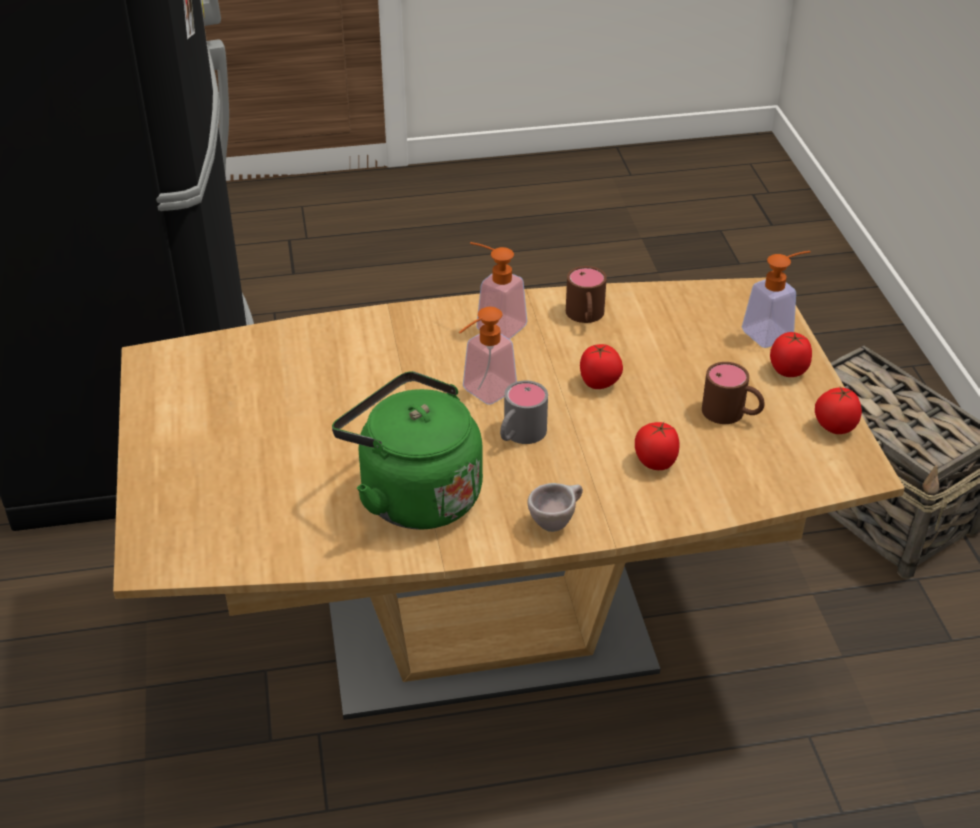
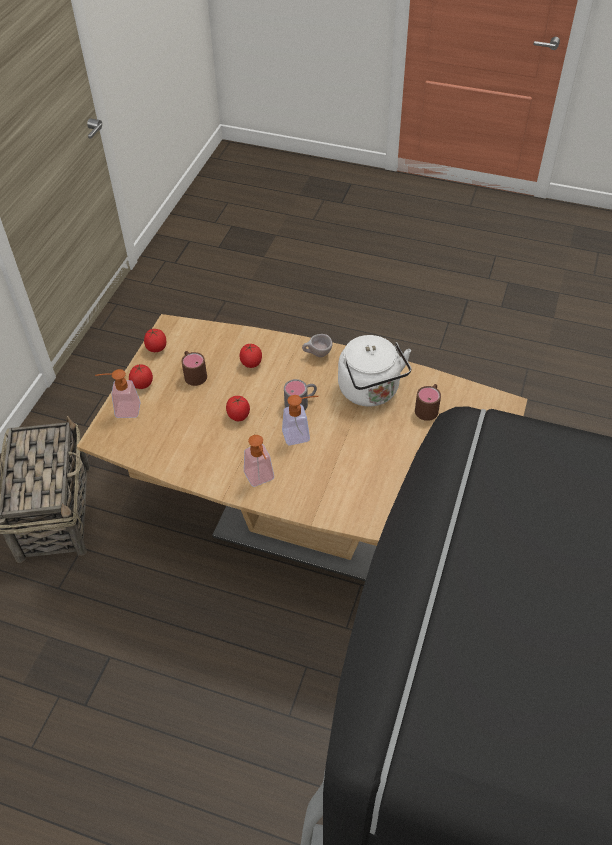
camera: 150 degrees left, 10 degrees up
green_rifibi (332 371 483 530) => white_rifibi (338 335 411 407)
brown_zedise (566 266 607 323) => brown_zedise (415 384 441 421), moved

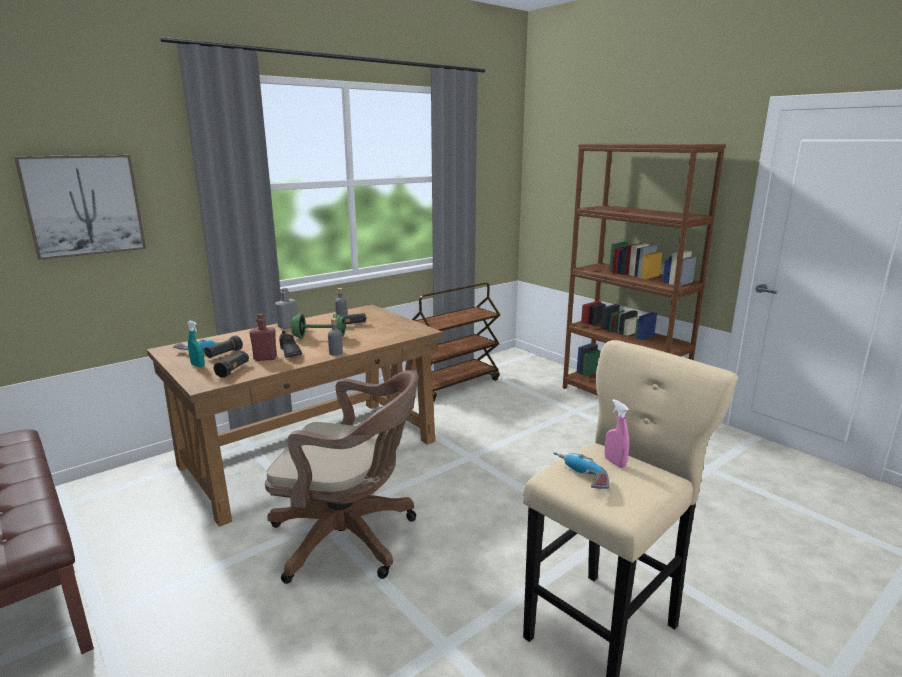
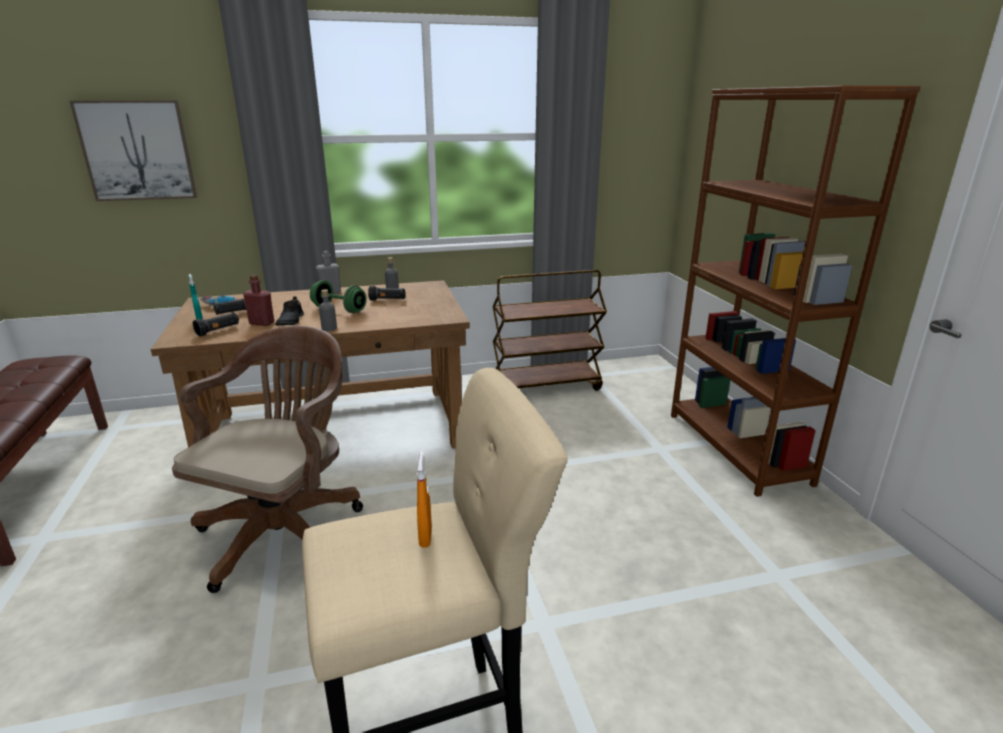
camera: 25 degrees right, 5 degrees up
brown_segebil (265 370 419 584) => brown_segebil (172 326 363 593), 105 degrees counterclockwise
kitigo (553 452 610 489) => nothing
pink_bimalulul (605 399 629 468) => orange_bimalulul (417 451 432 548)

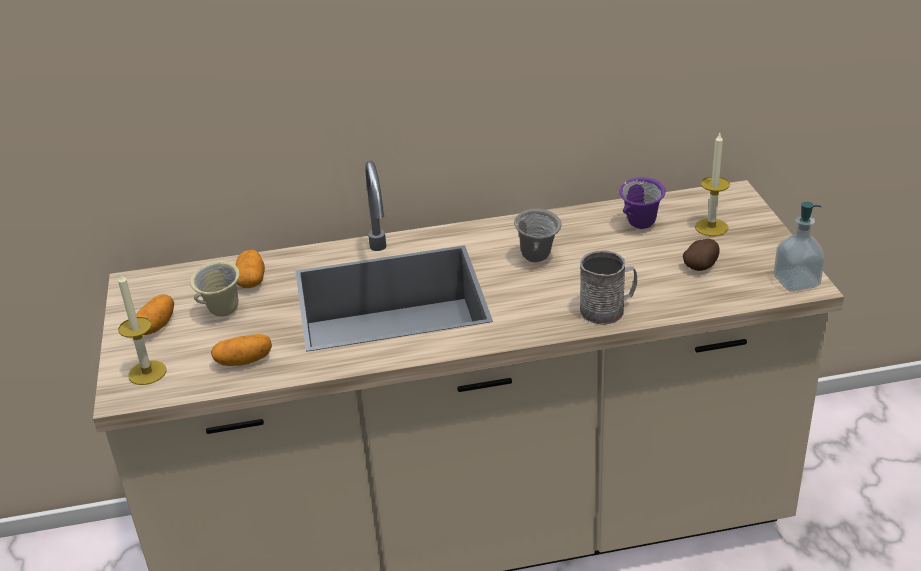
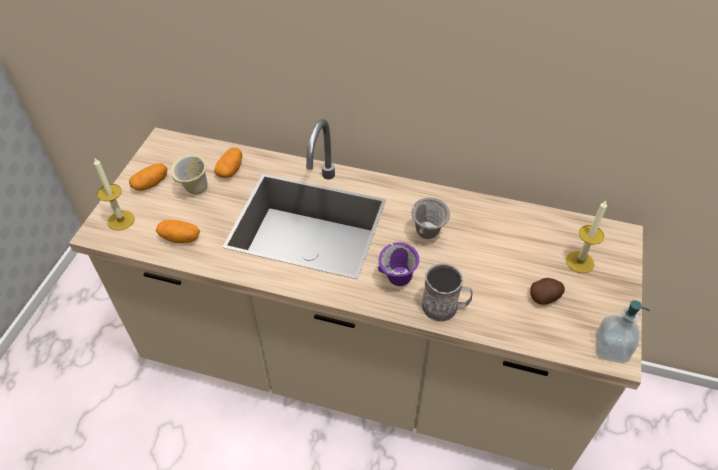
camera: 25 degrees right, 15 degrees up
purple_zedise (619 177 666 229) => purple_zedise (378 242 419 286), moved

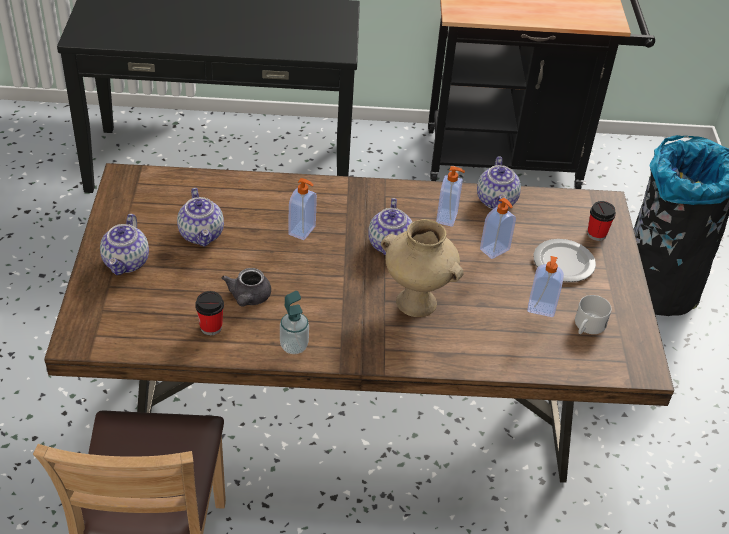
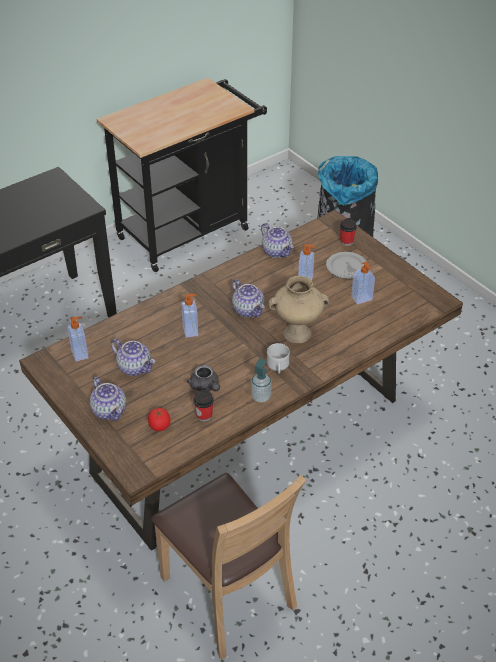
camera: 35 degrees left, 0 degrees up
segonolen (436 166 465 227) => segonolen (67 316 89 362), moved
white_zedise (575 295 611 334) => white_zedise (267 343 290 374), moved
nothing => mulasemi (148 408 171 431)

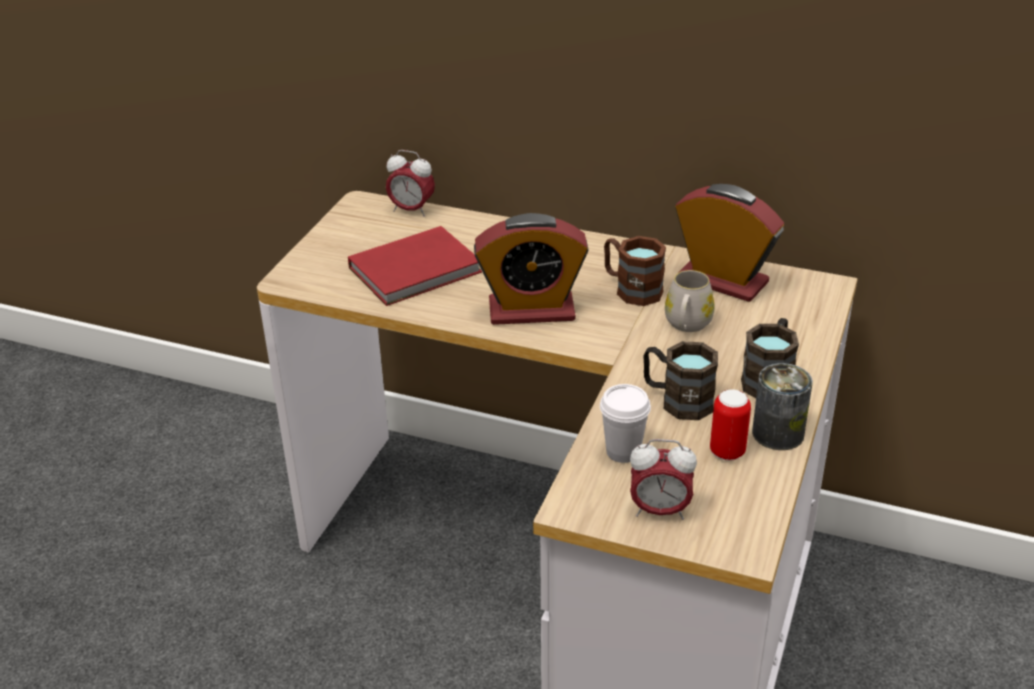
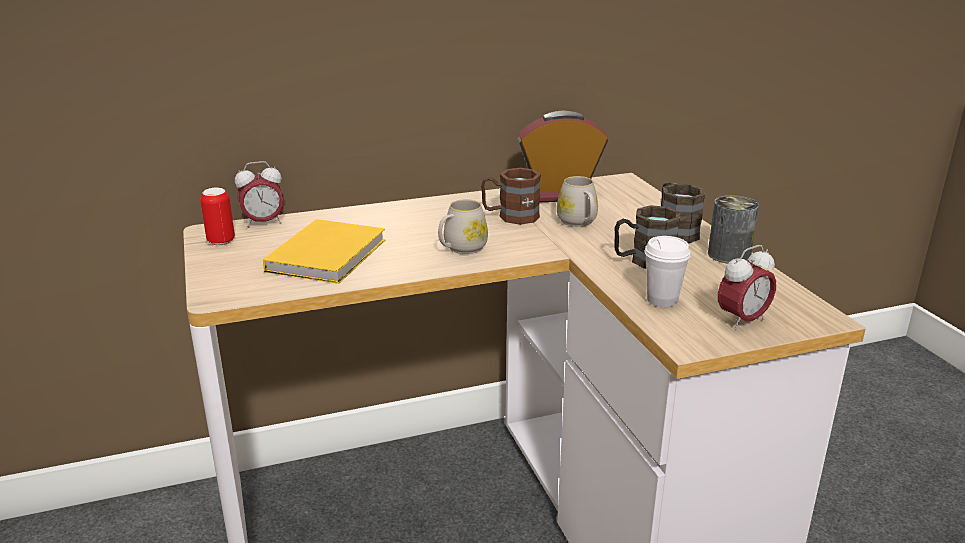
camera: 40 degrees left, 10 degrees down
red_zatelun (348 226 482 306) => yellow_zatelun (263 219 385 284)
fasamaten (474 213 589 325) => white_zedise (438 199 488 254)
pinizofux (710 389 751 461) => pinizofux (200 188 235 245), moved

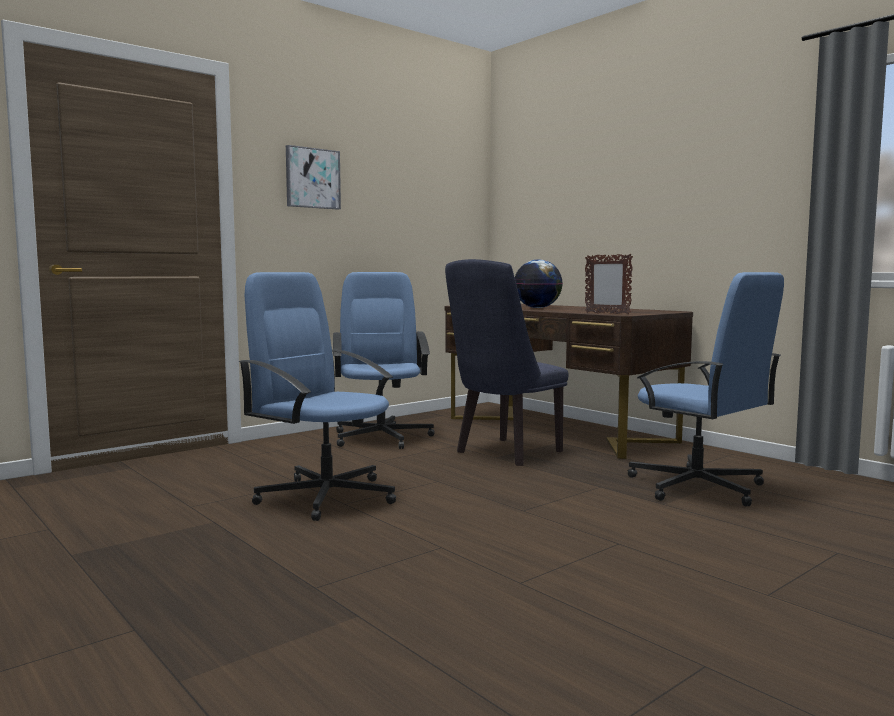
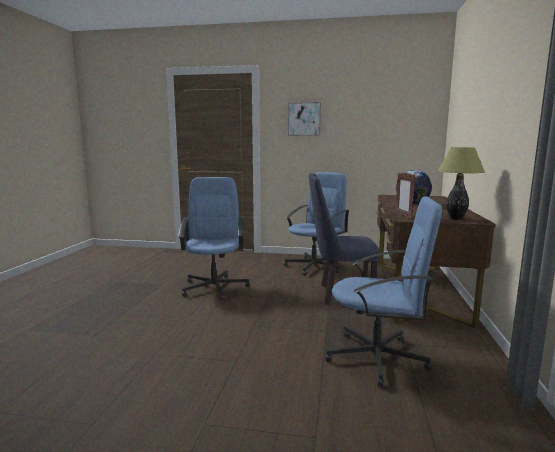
camera: 50 degrees right, 5 degrees up
blue_segebil (628 272 784 506) => blue_segebil (326 196 442 387), 90 degrees counterclockwise
nothing => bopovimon (438 147 485 220)

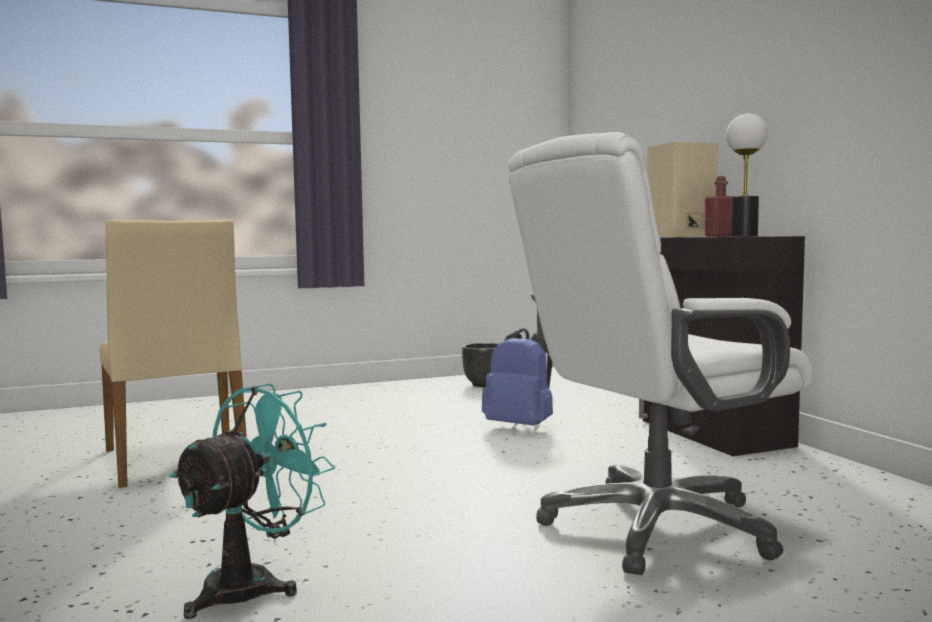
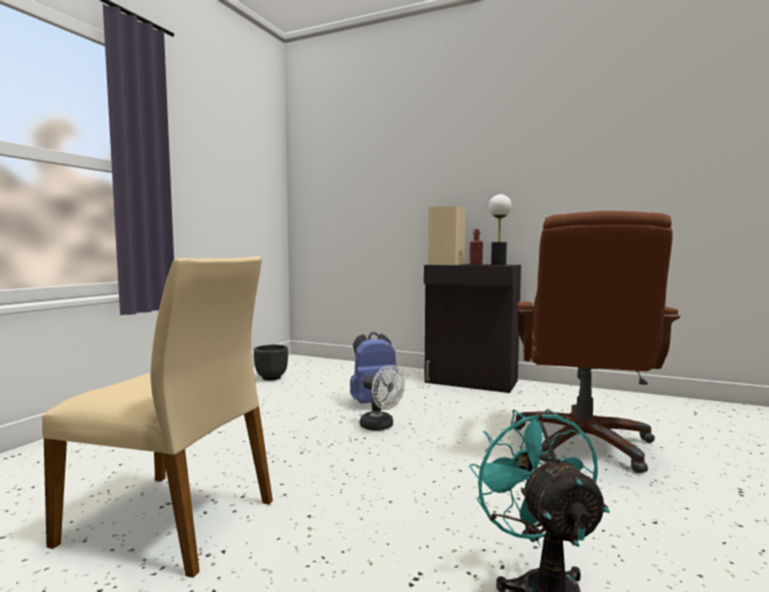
camera: 45 degrees left, 0 degrees up
white_segebil (508 132 813 575) => brown_segebil (513 211 681 473)
nothing => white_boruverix (360 365 405 431)

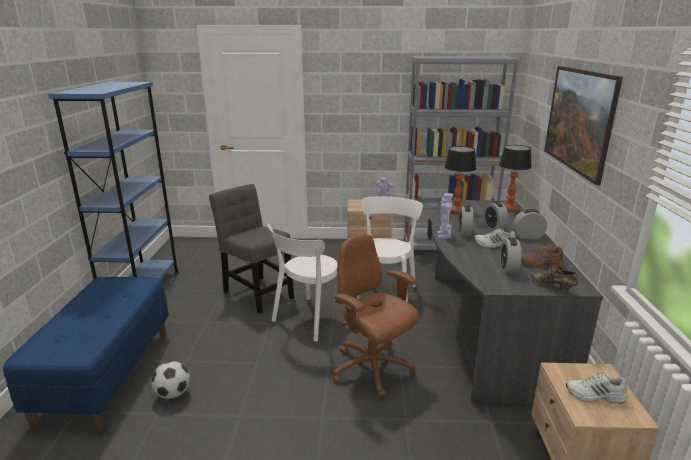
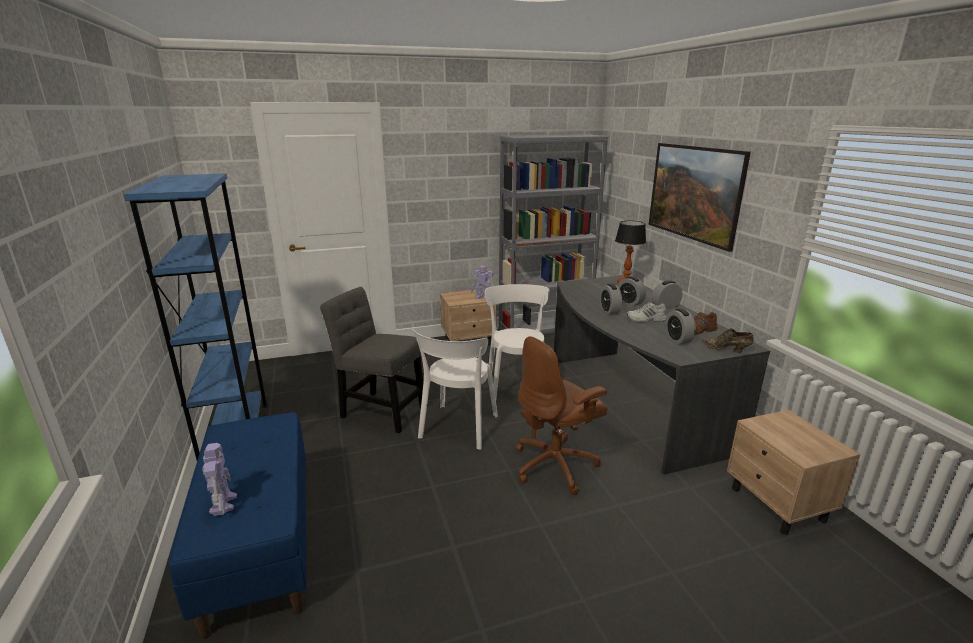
camera: 20 degrees left, 0 degrees up
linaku (151 361 190 399) => nothing
brown_segebil (333 234 420 399) => brown_segebil (515 336 607 495), 60 degrees counterclockwise
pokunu (437 193 453 239) => pokunu (202 443 237 516), moved
bopovimon (444 146 477 214) => nothing
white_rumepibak (566 372 628 404) => nothing

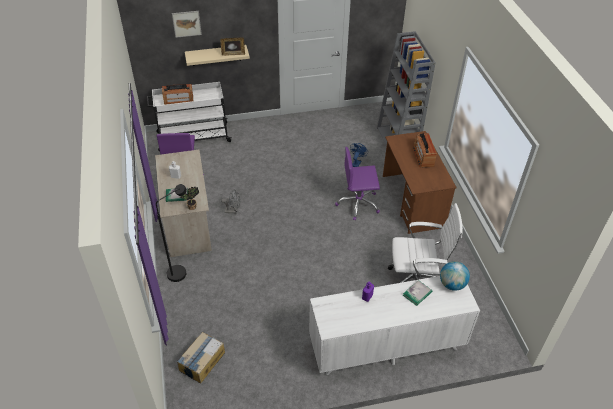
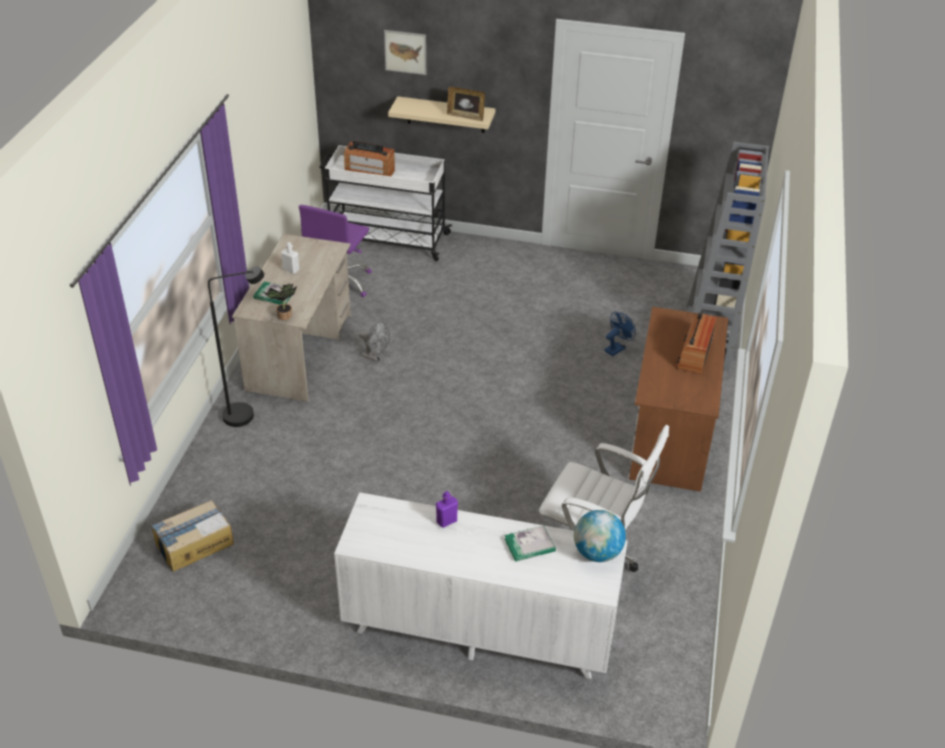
camera: 25 degrees right, 5 degrees down
purple_segebil (335 147 380 220) => nothing

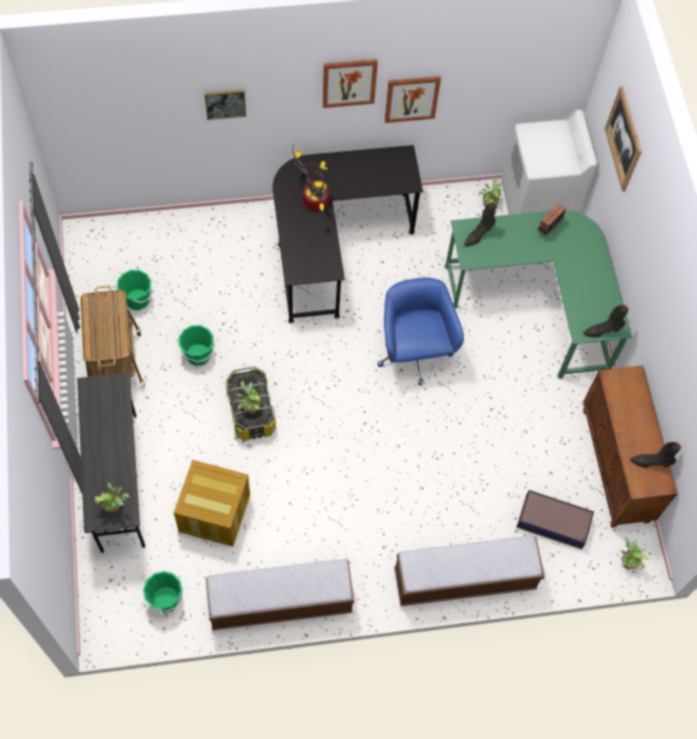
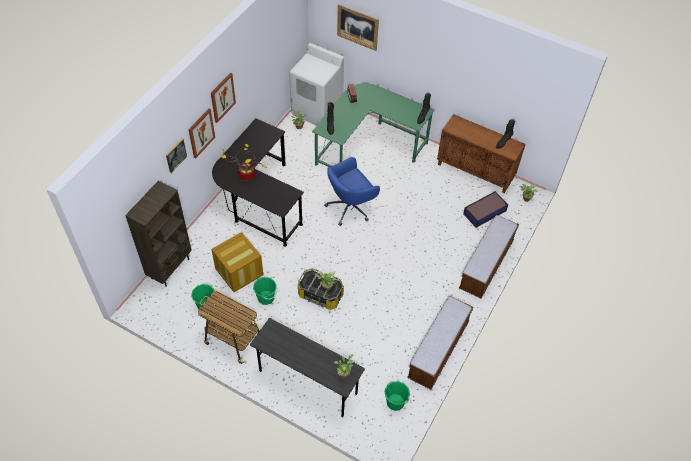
camera: 50 degrees left, 10 degrees down
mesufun (174 460 250 547) => mesufun (211 232 263 292), moved
blue_segebil (377 278 464 386) => blue_segebil (324 157 380 226), 60 degrees counterclockwise
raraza (385 76 441 123) => raraza (188 108 215 158), moved
nothing => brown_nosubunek (125 181 192 287)

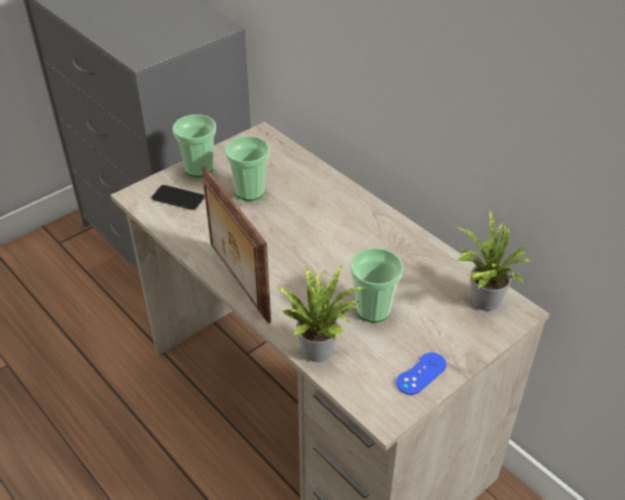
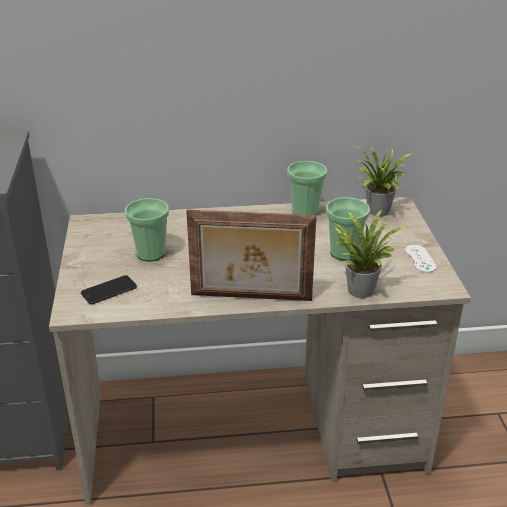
camera: 55 degrees left, 10 degrees down
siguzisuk (173 114 216 177) => siguzisuk (287 161 327 215), moved
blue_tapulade (396 352 447 395) => white_tapulade (405 245 437 273)

